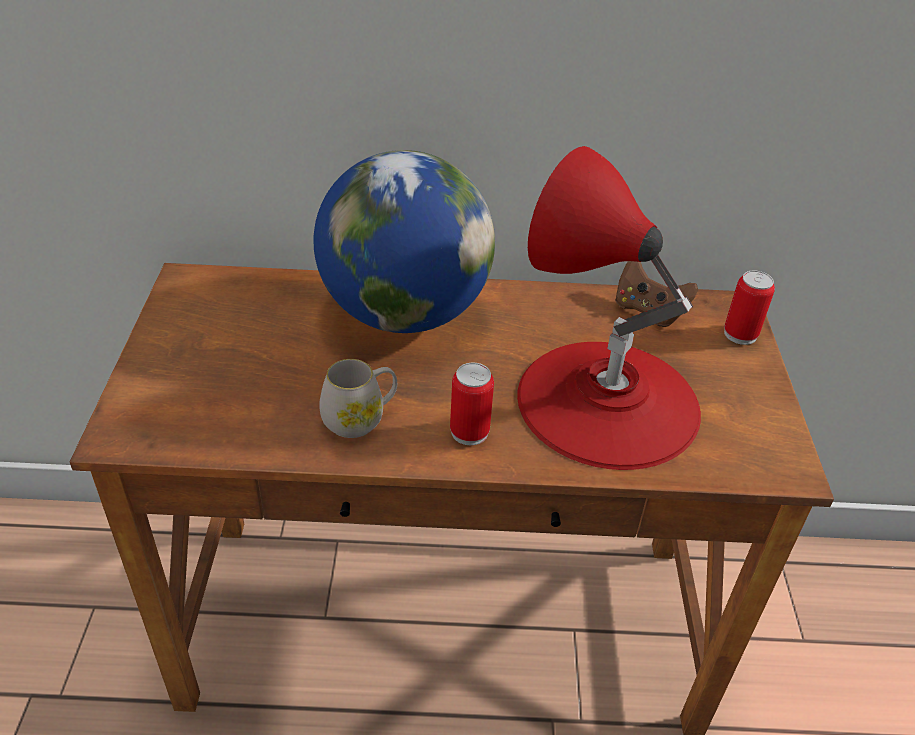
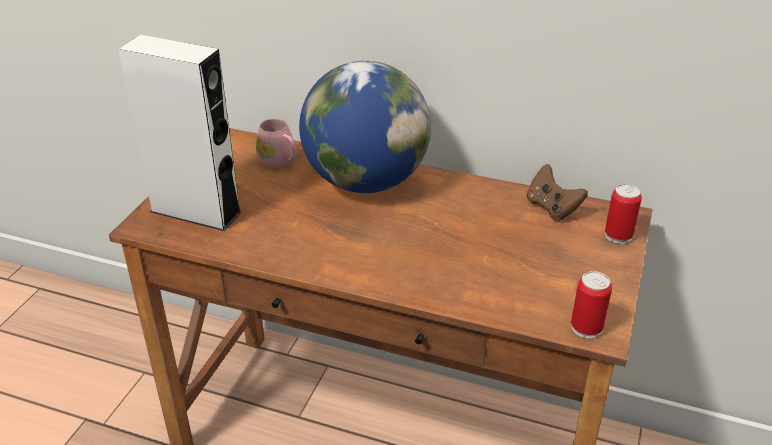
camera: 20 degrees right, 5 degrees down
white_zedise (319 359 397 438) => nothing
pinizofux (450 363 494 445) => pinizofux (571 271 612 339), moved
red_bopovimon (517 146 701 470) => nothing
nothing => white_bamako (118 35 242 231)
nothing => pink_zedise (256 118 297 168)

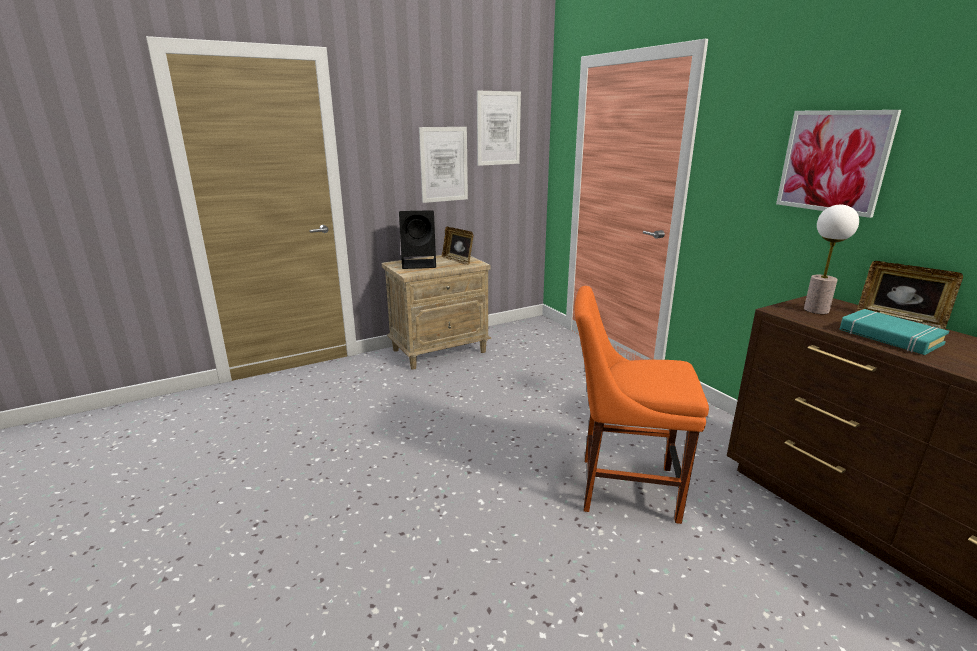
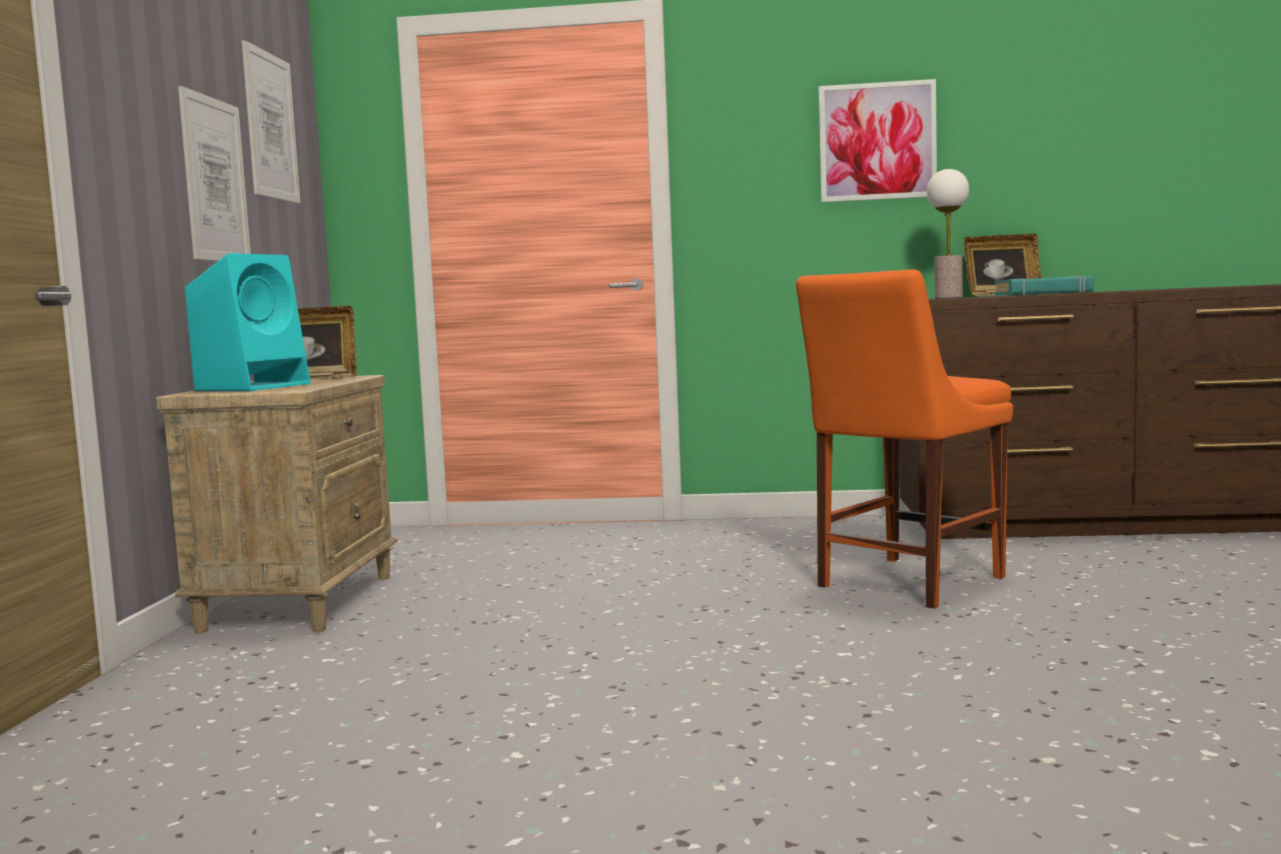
camera: 55 degrees left, 15 degrees down
black_bamako (399 210 436 269) => turquoise_bamako (185 253 310 391)

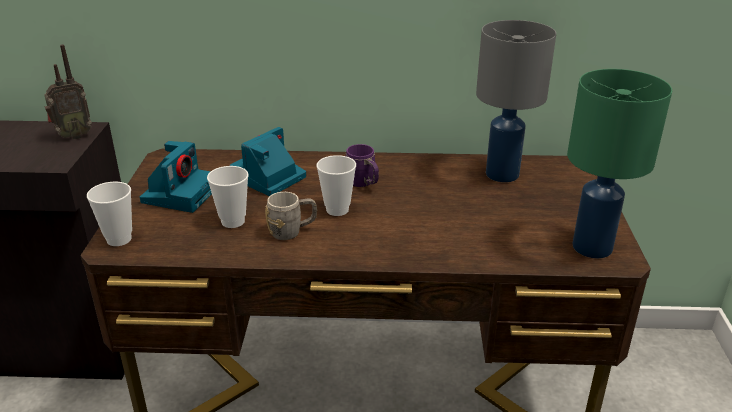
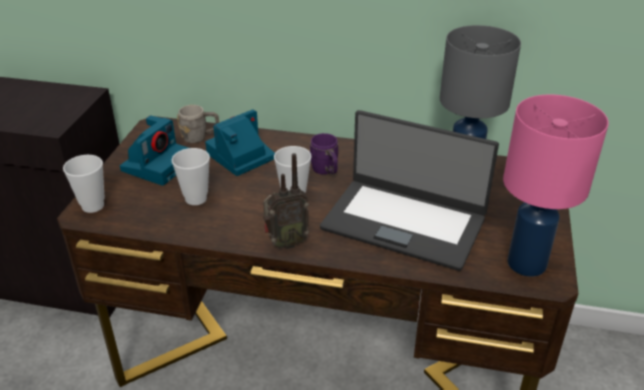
camera: 10 degrees right, 5 degrees up
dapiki (44 44 92 140) => dapiki (263 153 309 249), moved
grey_zedise (265 192 317 240) => grey_zedise (177 105 219 143), moved
green_bopovimon (567 69 672 258) => pink_bopovimon (503 95 609 277)
nothing => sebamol (320 110 499 271)

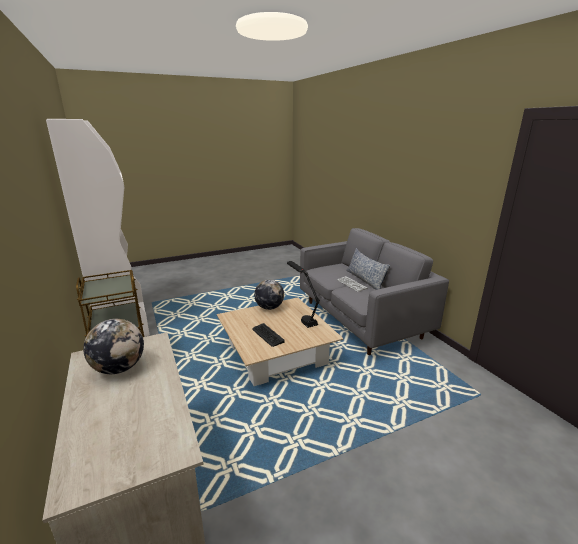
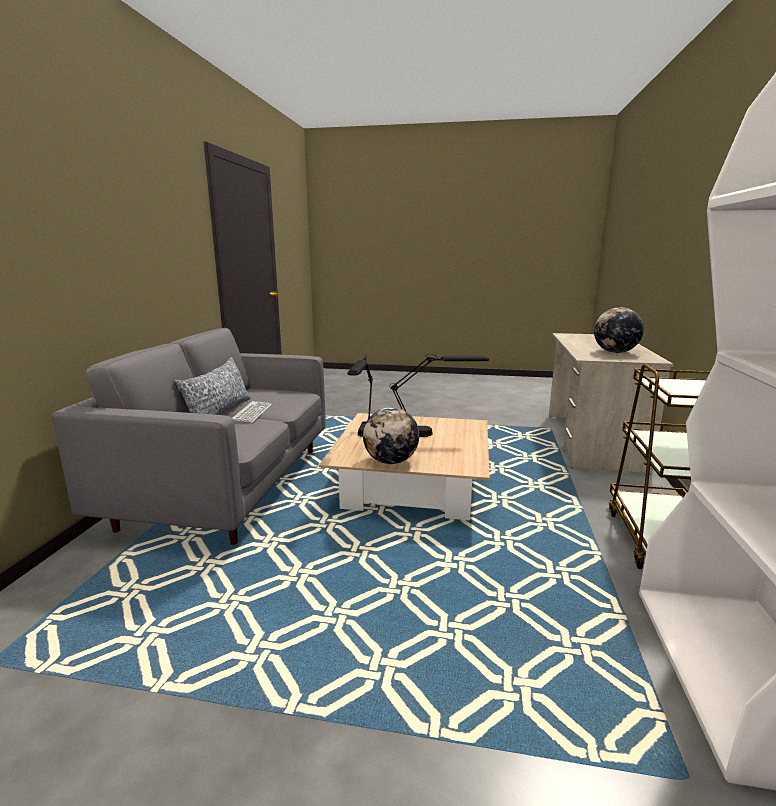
camera: 145 degrees left, 5 degrees down
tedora (252 323 285 347) => black_bopovimon (389 354 489 437)

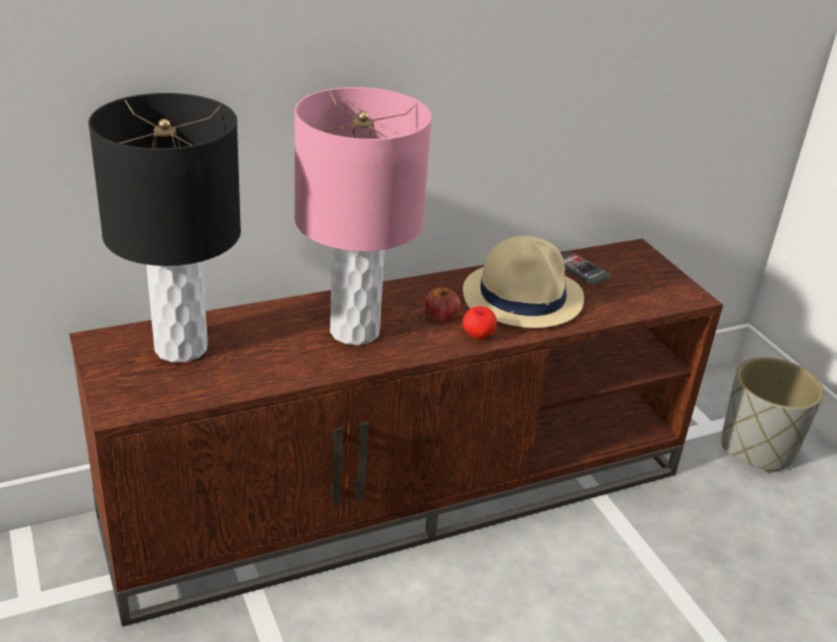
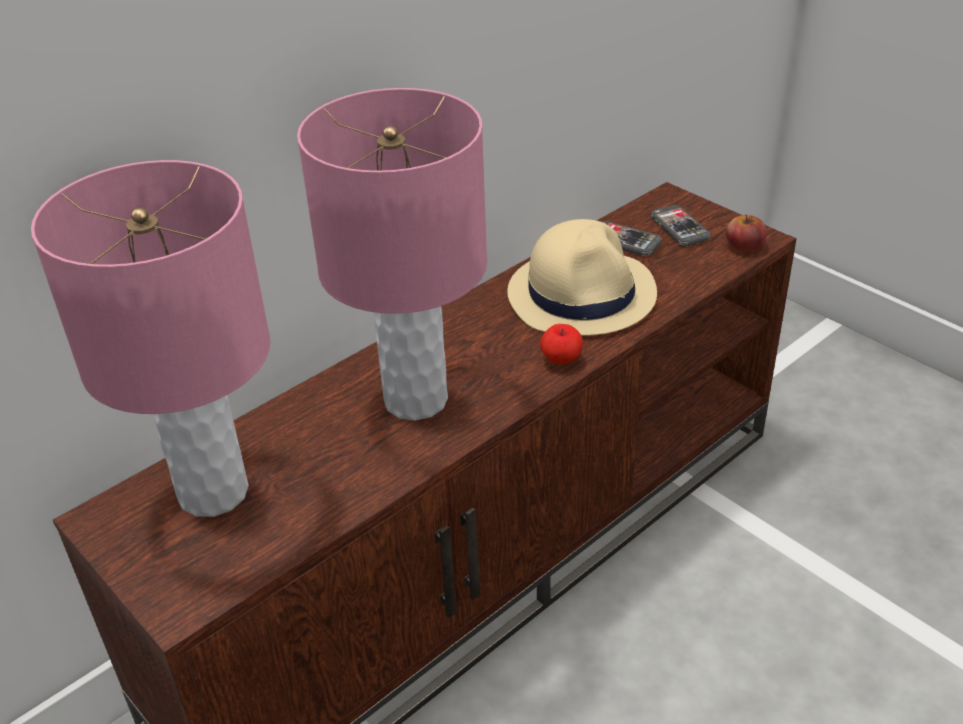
camera: 15 degrees left, 5 degrees up
black_bopovimon (88 93 241 363) => pink_bopovimon (31 160 271 517)
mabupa (425 287 461 321) => mabupa (726 214 767 253), moved
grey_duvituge (722 357 824 473) => nothing
nothing => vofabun (651 205 711 246)

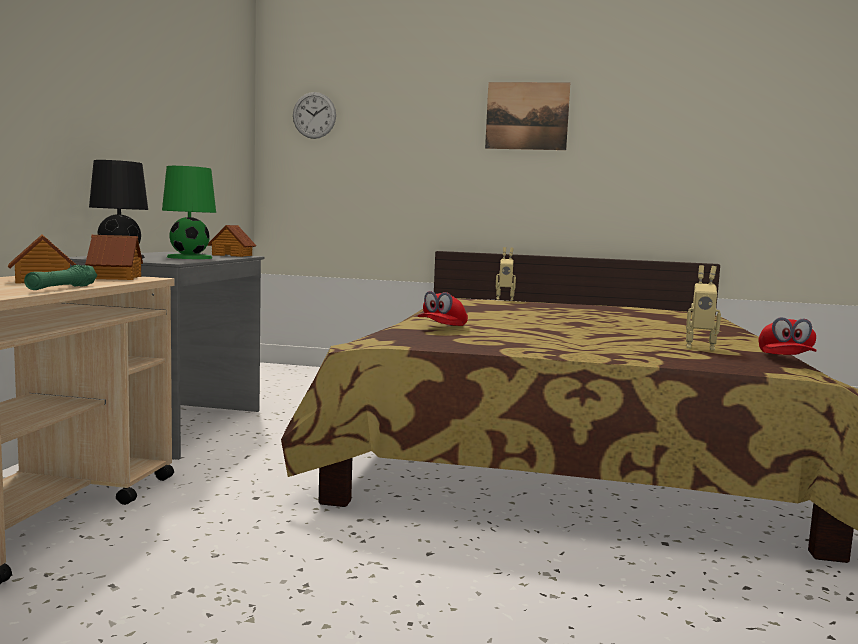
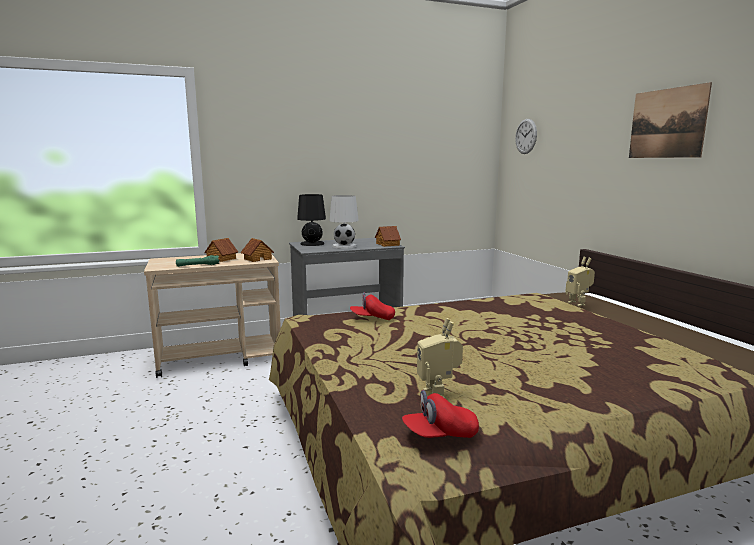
camera: 60 degrees right, 5 degrees up
green_bopovimon (162 166 216 259) => white_bopovimon (329 195 359 249)

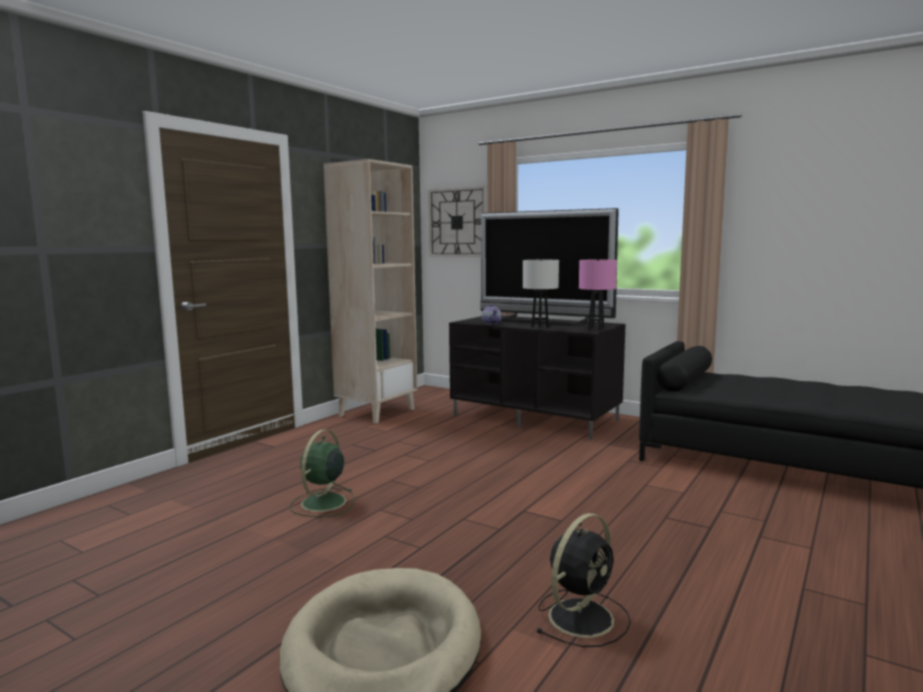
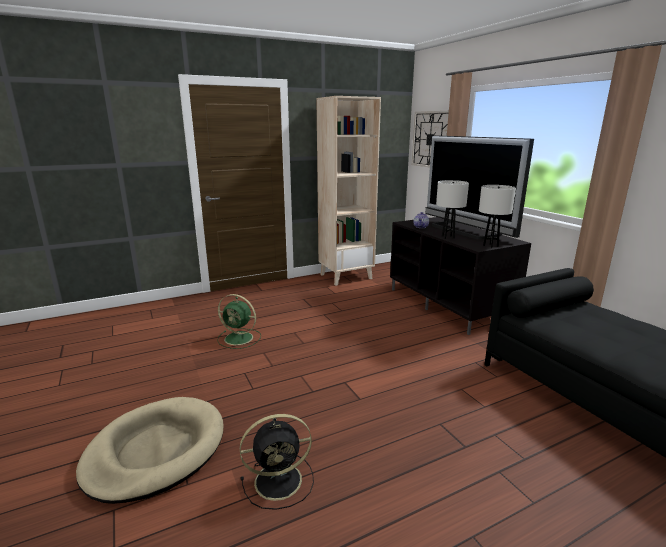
camera: 30 degrees right, 10 degrees up
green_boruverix (290 430 354 517) => green_boruverix (217 294 261 349), 120 degrees counterclockwise
pink_bopovimon (579 259 617 330) => white_bopovimon (479 185 516 248)

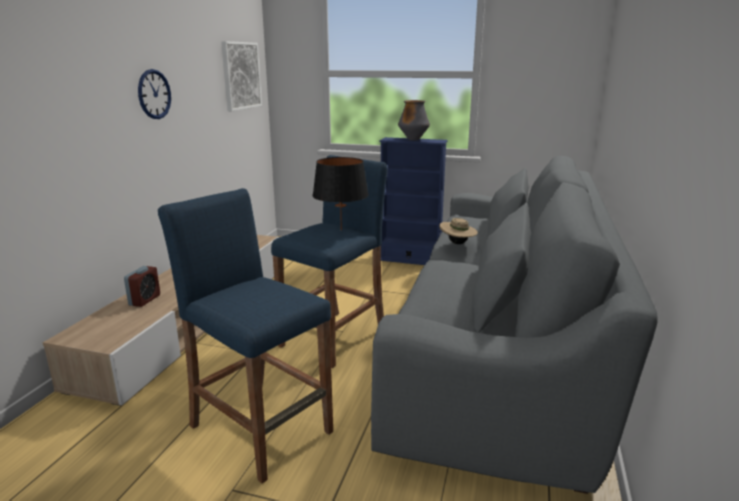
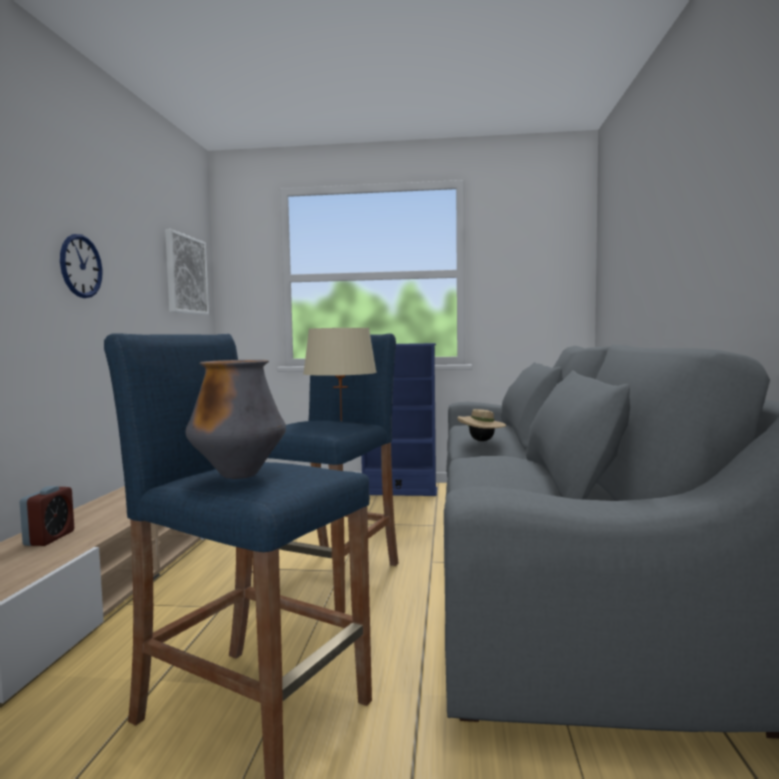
camera: 10 degrees left, 15 degrees down
black_bopovimon (313 157 369 230) => beige_bopovimon (303 328 377 421)
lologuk (398 100 430 140) => lologuk (185 360 286 479), moved

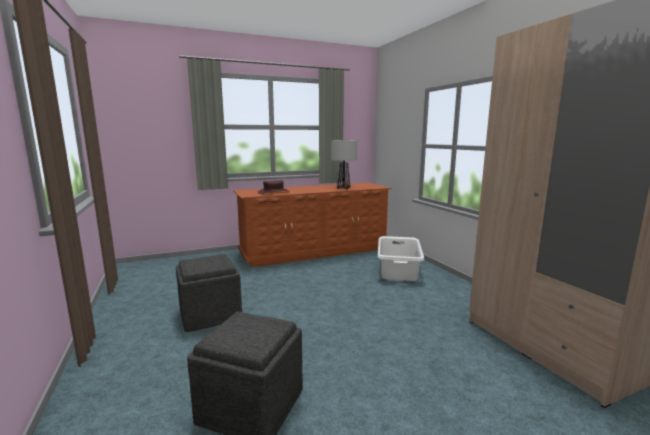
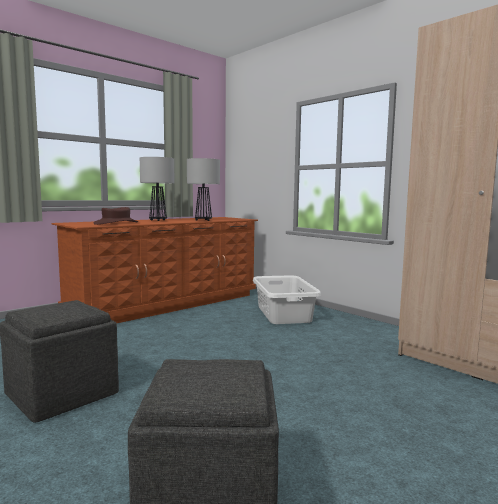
camera: 20 degrees left, 5 degrees down
nothing => bopovimon (140 157 174 221)

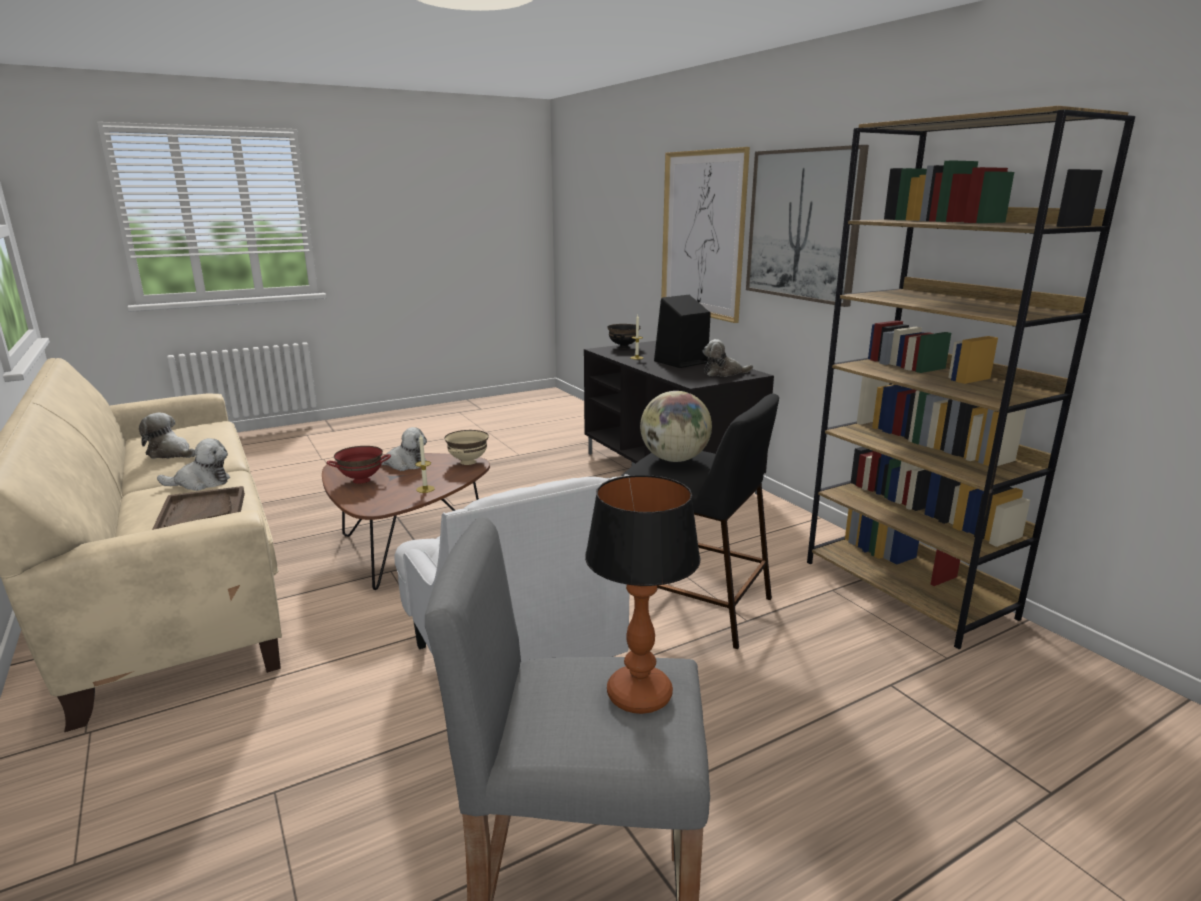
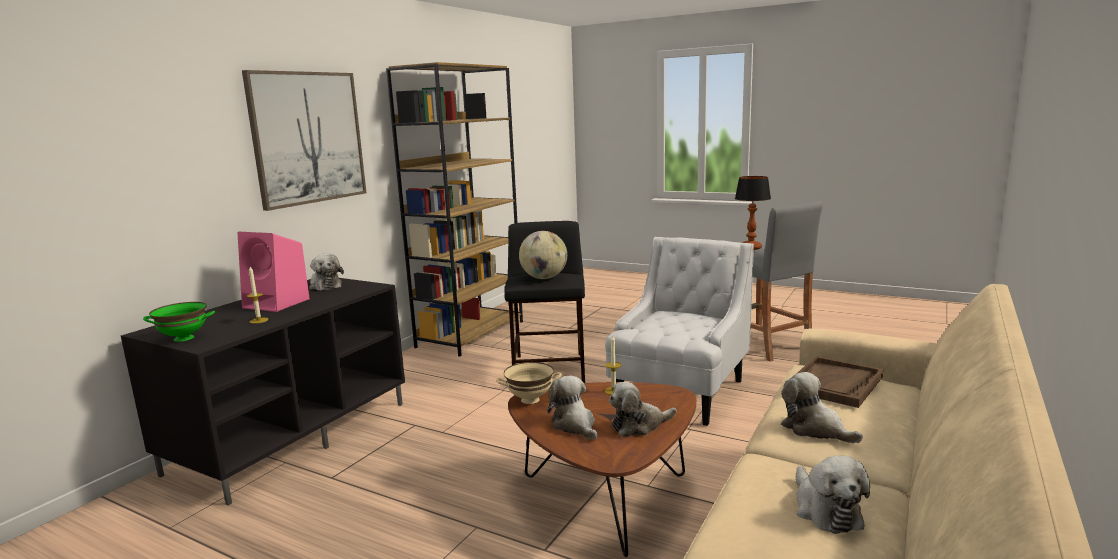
camera: 120 degrees left, 5 degrees down
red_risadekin (327 446 391 484) => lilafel (609 382 677 436)
black_risadekin (607 324 641 349) => green_risadekin (143 302 215 342)
black_bamako (654 295 711 368) => pink_bamako (238 232 310 312)
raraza (661 147 750 323) => nothing

